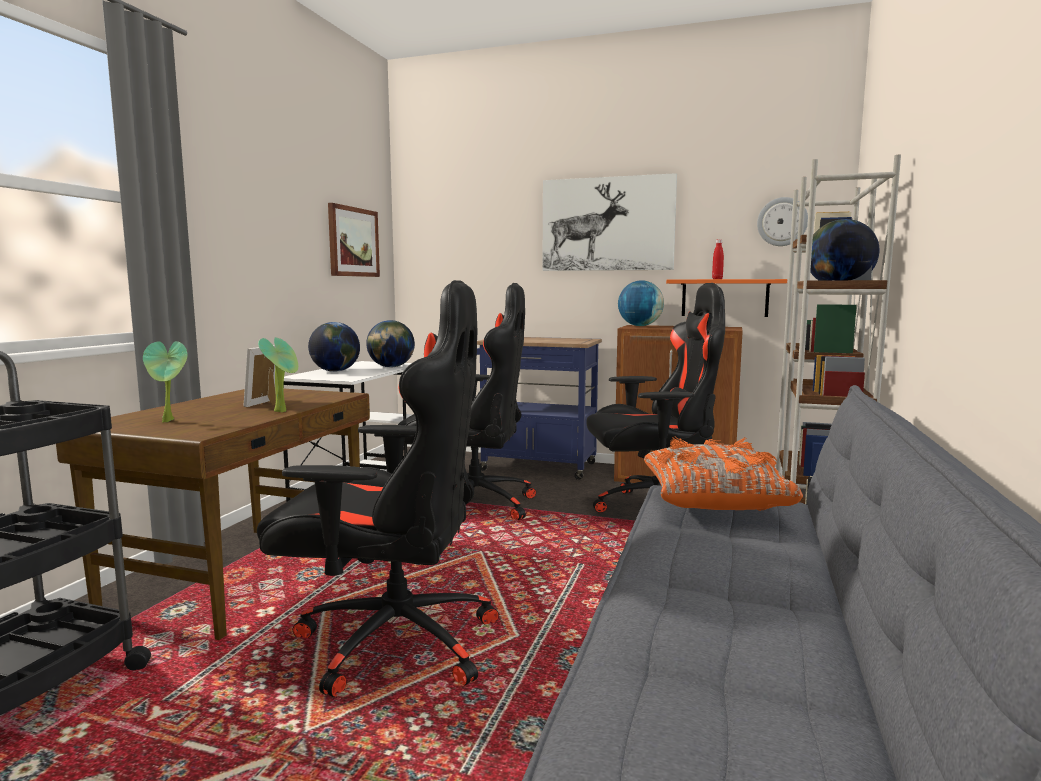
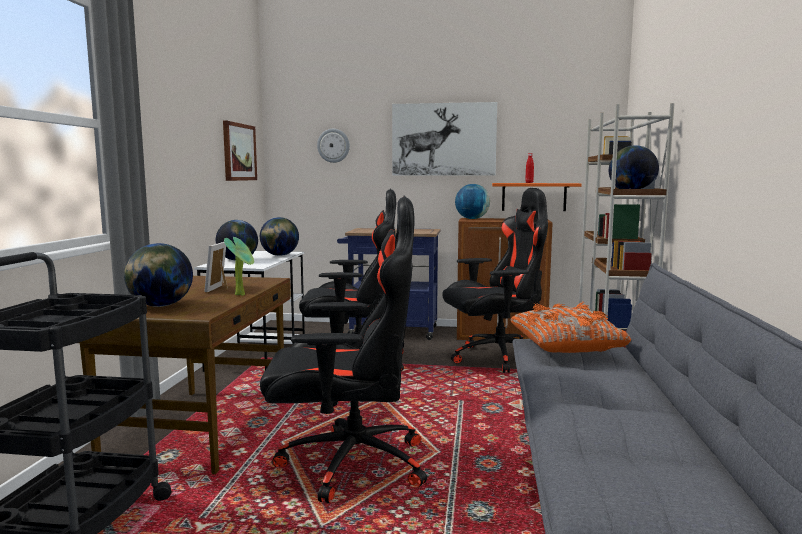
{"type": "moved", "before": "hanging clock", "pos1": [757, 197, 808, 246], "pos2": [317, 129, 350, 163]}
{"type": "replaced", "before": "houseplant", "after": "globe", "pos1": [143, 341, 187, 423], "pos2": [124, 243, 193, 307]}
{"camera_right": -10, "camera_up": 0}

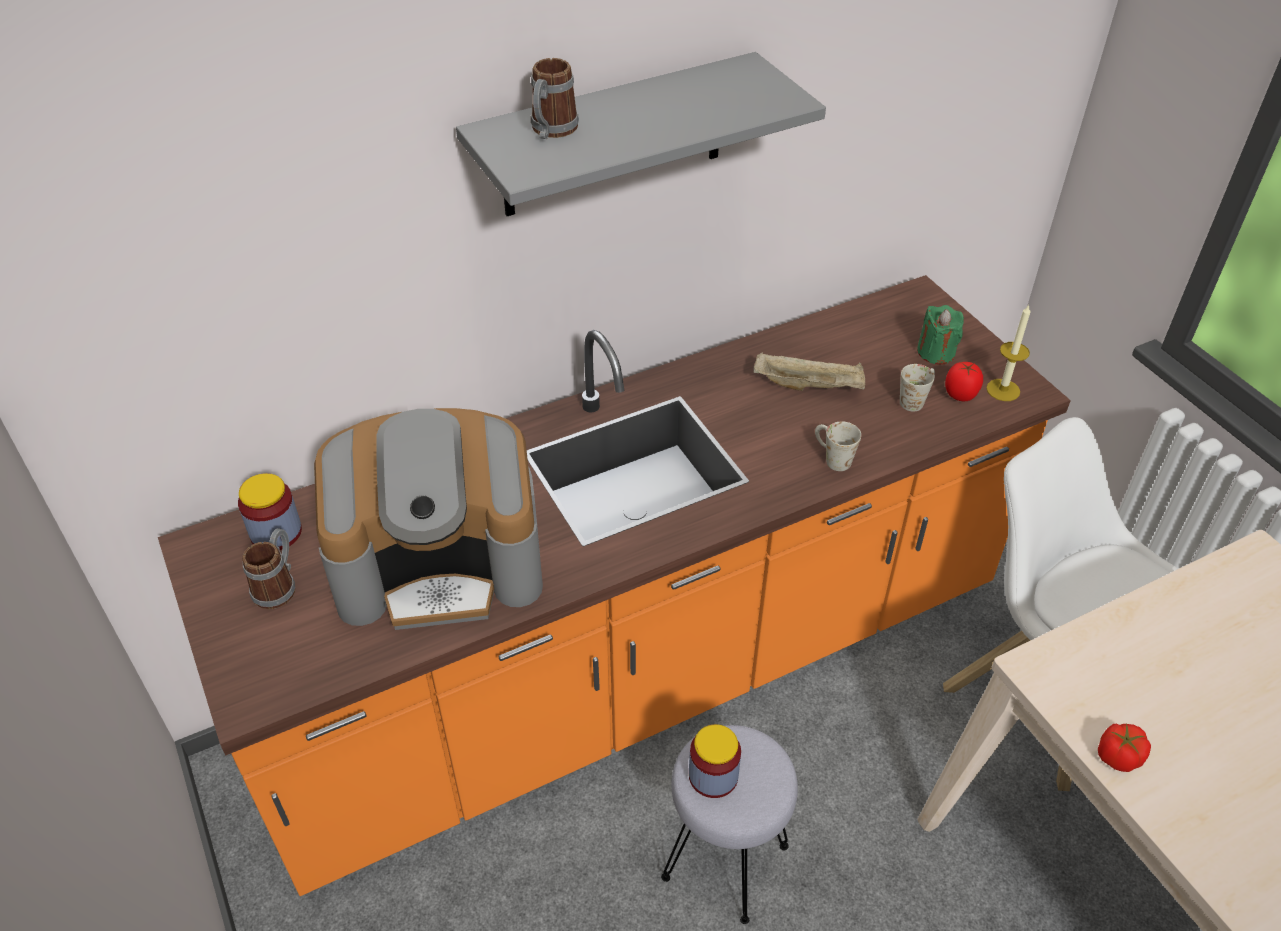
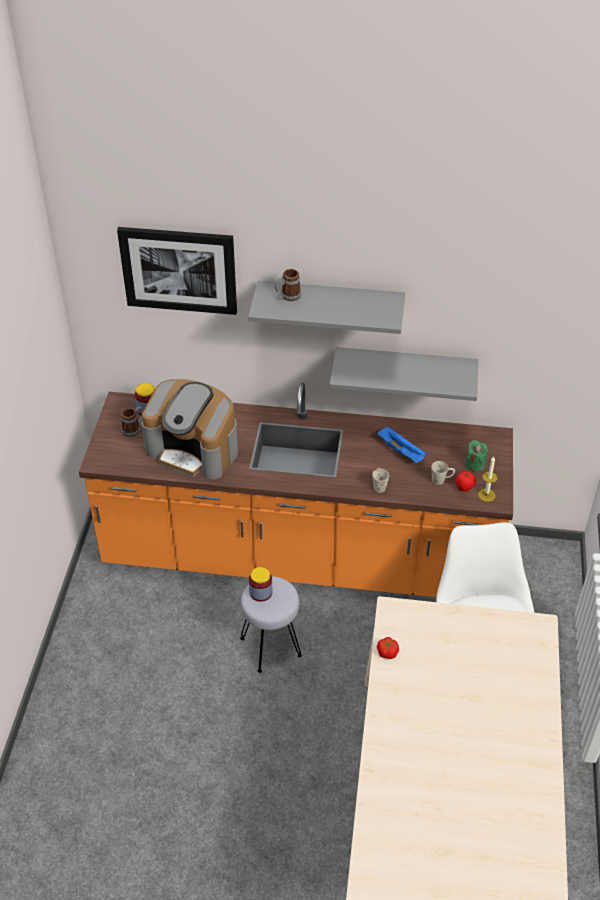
{"type": "recoloured", "before": "beige-coloured serving tray", "after": "blue serving tray", "pos1": [753, 352, 865, 391], "pos2": [377, 427, 426, 463]}
{"type": "added", "after": "wall art", "pos2": [117, 227, 237, 315]}
{"type": "added", "after": "gray wall shelf", "pos2": [330, 347, 478, 401]}
{"camera_right": 35, "camera_up": 0}

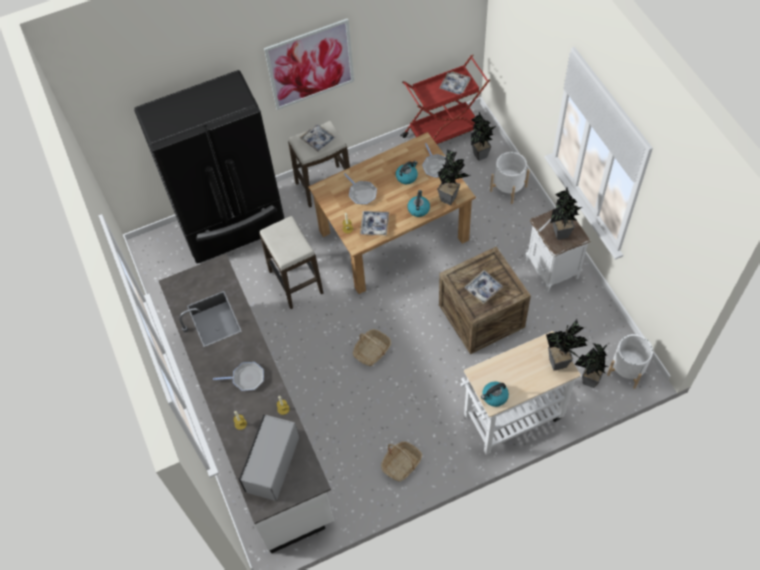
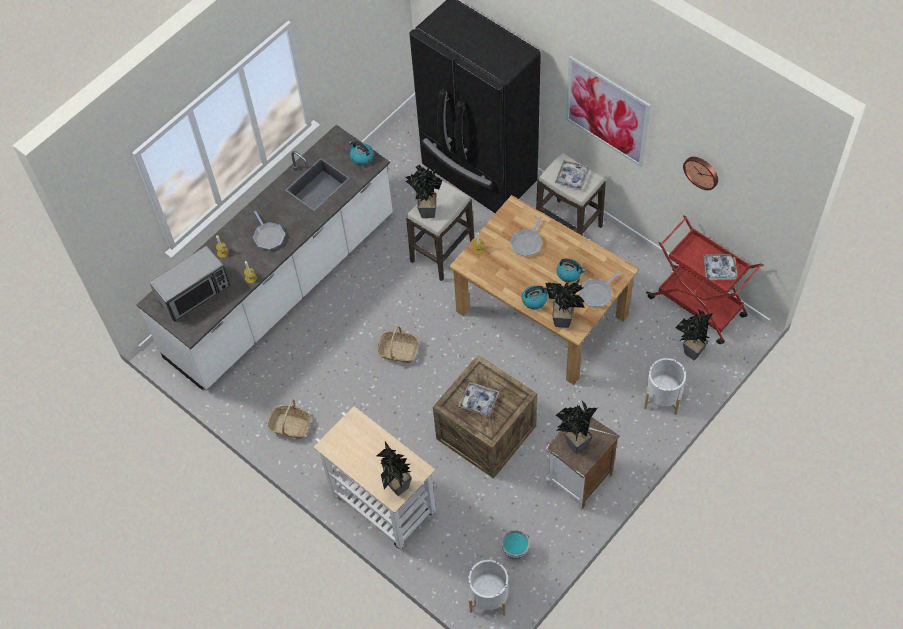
{"type": "removed", "before": "serving tray", "pos1": [360, 211, 389, 236]}
{"type": "moved", "before": "houseplant", "pos1": [574, 343, 609, 388], "pos2": [406, 165, 443, 218]}
{"type": "moved", "before": "kettle", "pos1": [481, 381, 509, 407], "pos2": [348, 141, 374, 166]}
{"type": "turned", "before": "kitchen microwave", "pos1": [239, 415, 299, 501], "pos2": [150, 246, 230, 321], "turn": 150}
{"type": "added", "after": "hanging clock", "pos2": [683, 157, 718, 190]}
{"type": "added", "after": "gray water bucket", "pos2": [501, 529, 530, 560]}
{"camera_right": 65, "camera_up": 0}

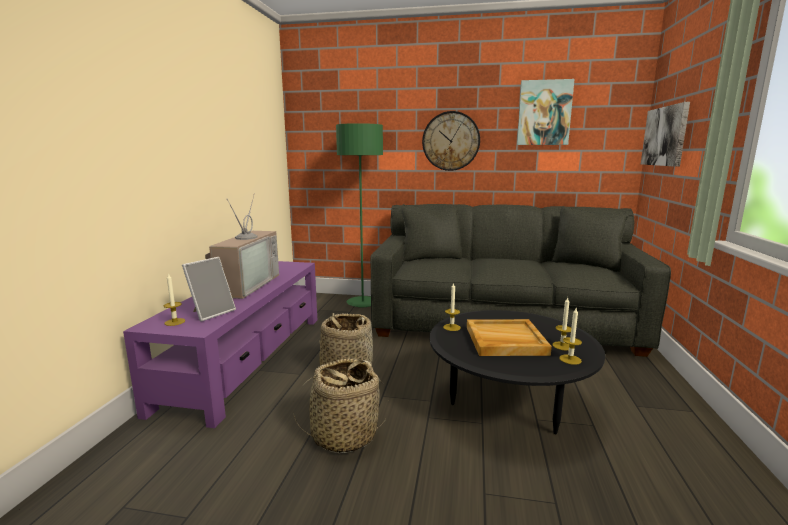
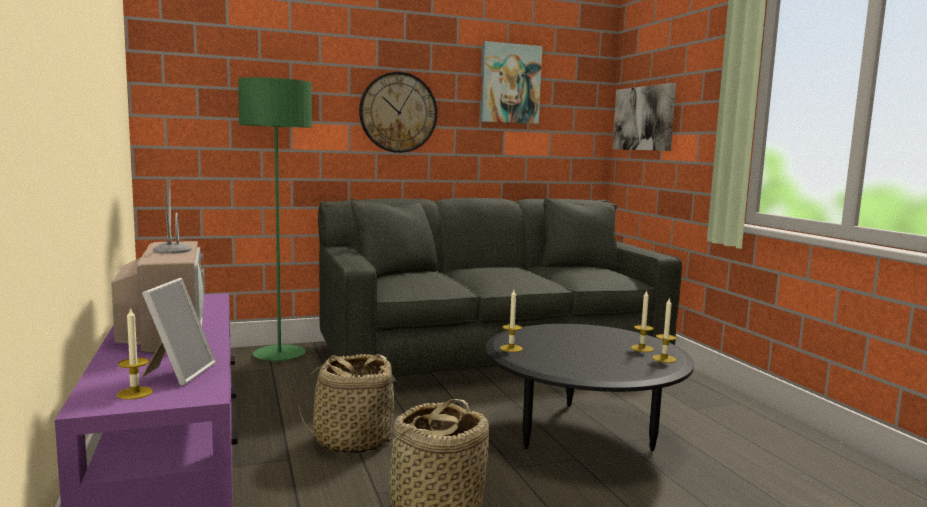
{"type": "removed", "before": "beige-coloured serving tray", "pos1": [467, 319, 552, 356]}
{"camera_right": -30, "camera_up": -5}

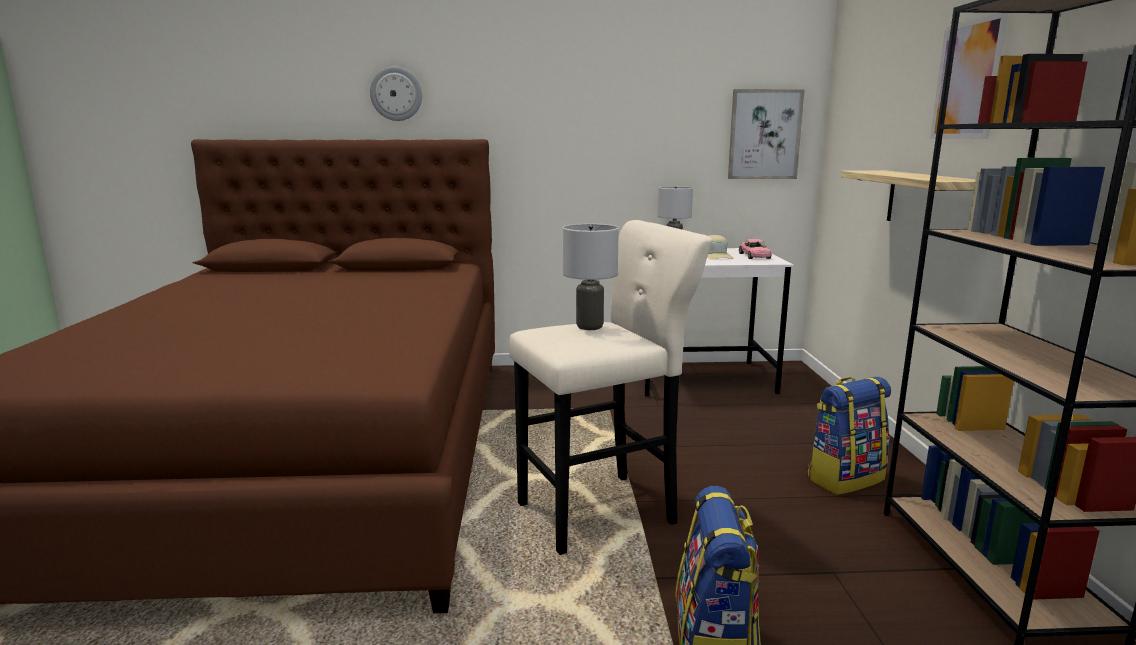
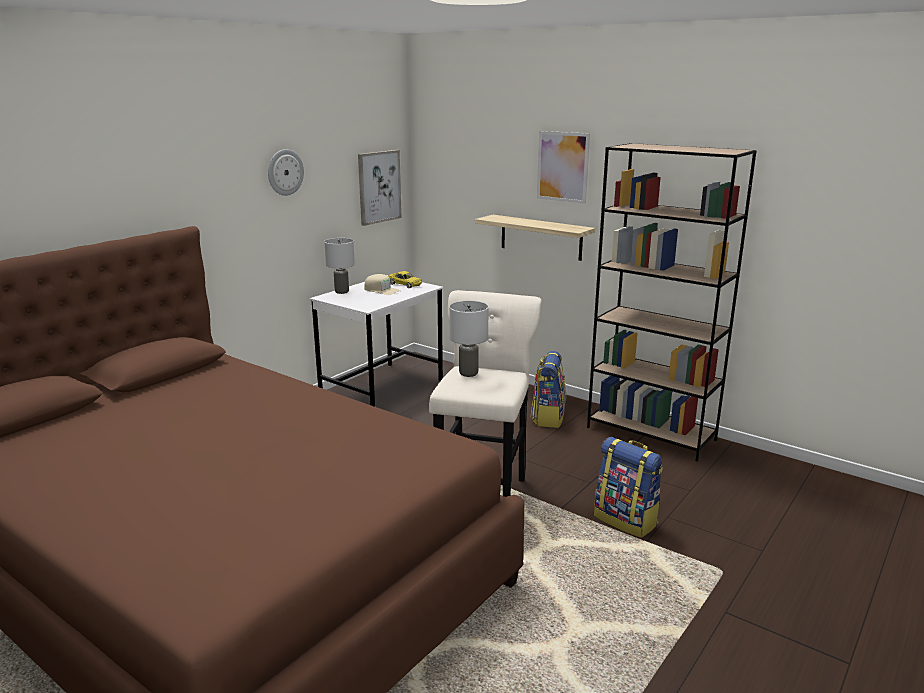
{"type": "moved", "before": "hanging clock", "pos1": [370, 67, 422, 121], "pos2": [268, 149, 304, 196]}
{"type": "recoloured", "before": "pink model car", "after": "yellow-coloured model car", "pos1": [739, 239, 771, 259], "pos2": [388, 271, 422, 288]}
{"camera_right": -50, "camera_up": 5}

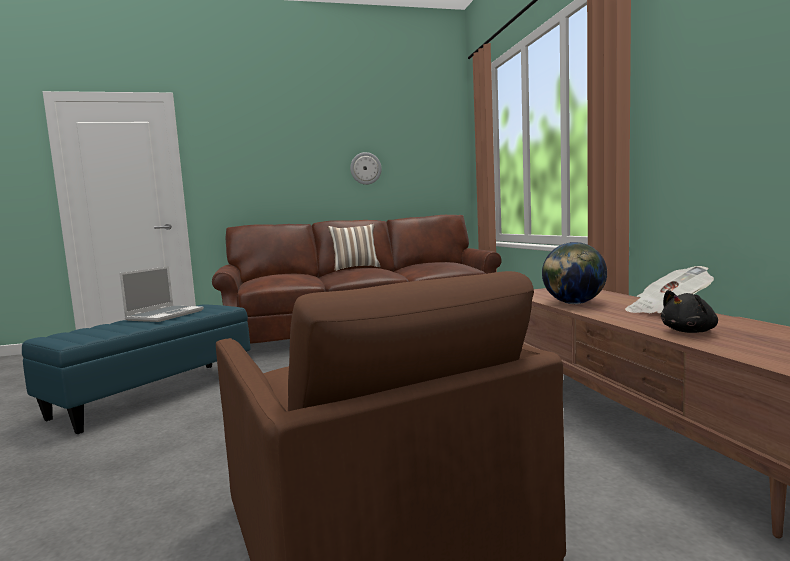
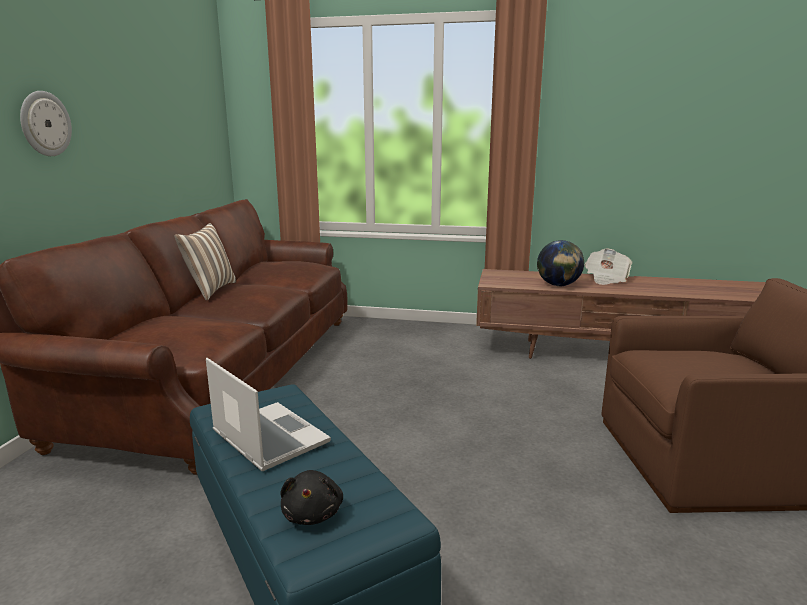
{"type": "moved", "before": "hanging clock", "pos1": [350, 152, 382, 185], "pos2": [20, 91, 72, 156]}
{"type": "moved", "before": "black-coloured plush toy", "pos1": [661, 290, 718, 333], "pos2": [281, 470, 343, 525]}
{"camera_right": -65, "camera_up": 10}

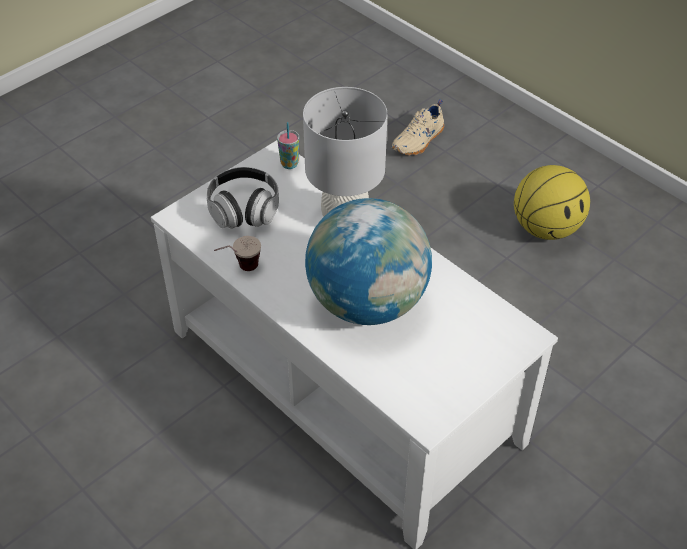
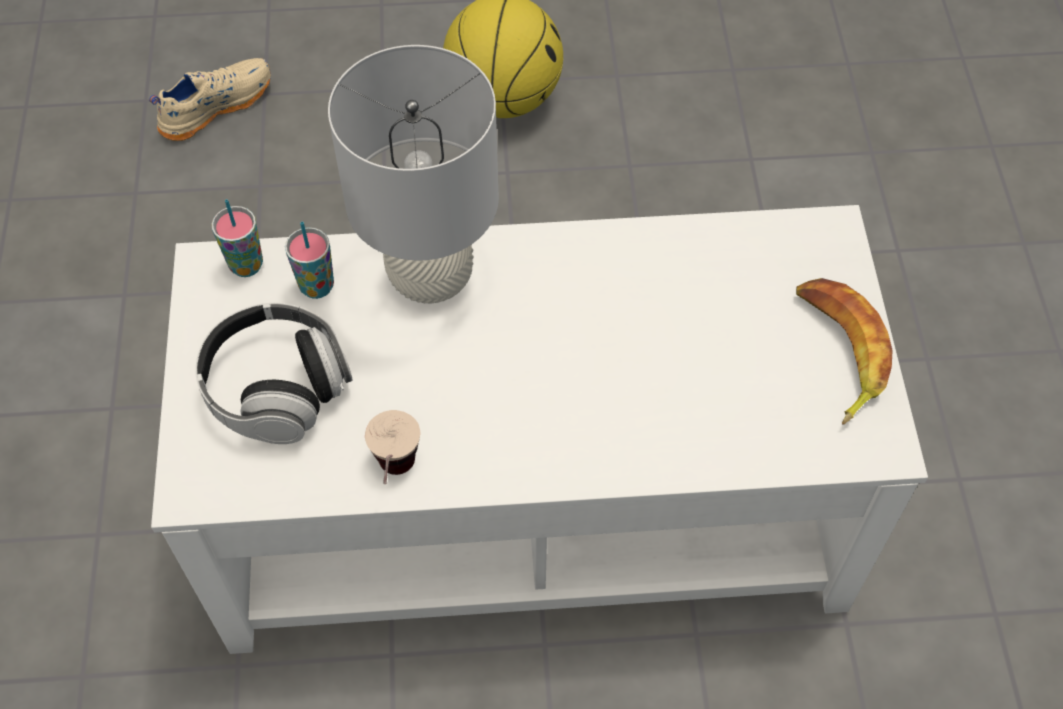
{"type": "turned", "before": "beige-coloured shoe", "pos1": [392, 100, 444, 155], "pos2": [149, 58, 271, 141], "turn": -120}
{"type": "removed", "before": "globe", "pos1": [305, 198, 432, 325]}
{"type": "added", "after": "small cup", "pos2": [285, 221, 334, 299]}
{"type": "added", "after": "banana", "pos2": [796, 278, 893, 425]}
{"camera_right": -50, "camera_up": 10}

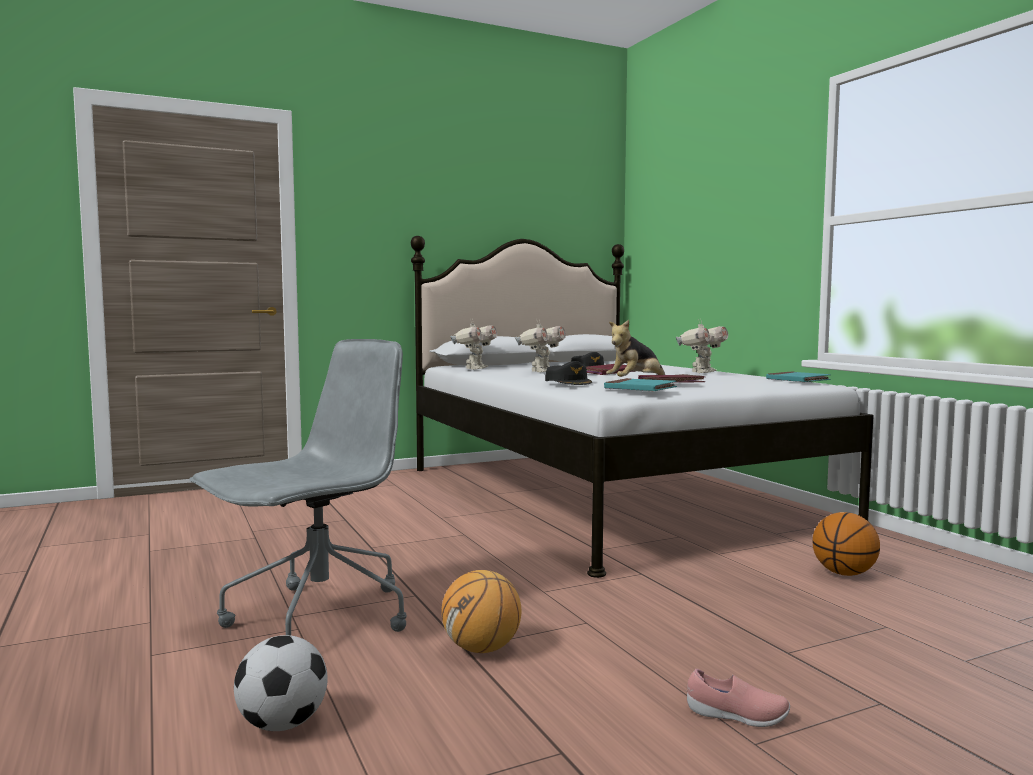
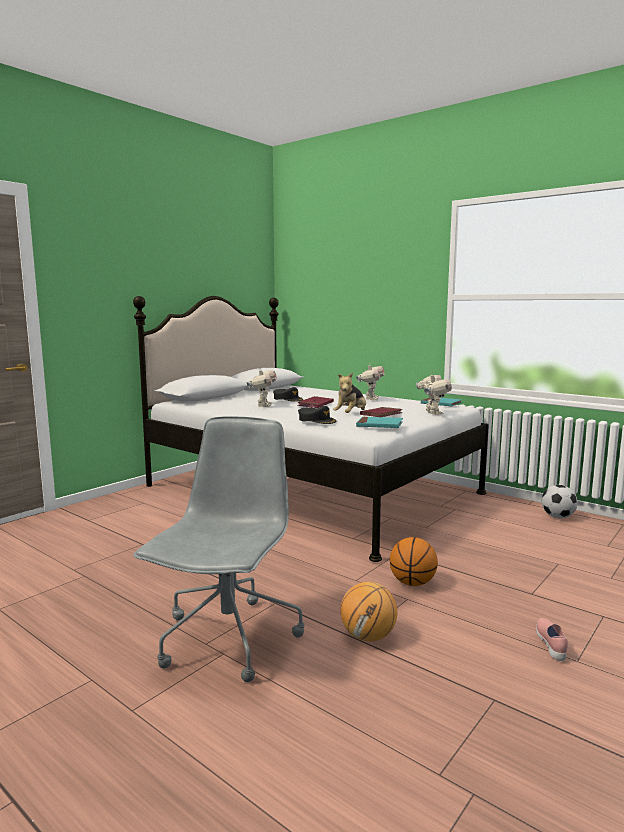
{"type": "moved", "before": "toy robot", "pos1": [450, 319, 497, 370], "pos2": [416, 372, 452, 415]}
{"type": "moved", "before": "basketball", "pos1": [812, 512, 880, 576], "pos2": [390, 537, 438, 586]}
{"type": "moved", "before": "football", "pos1": [234, 635, 328, 731], "pos2": [542, 485, 578, 518]}
{"type": "turned", "before": "pink shoe", "pos1": [687, 669, 790, 727], "pos2": [536, 618, 568, 661], "turn": -75}
{"camera_right": -25, "camera_up": 5}

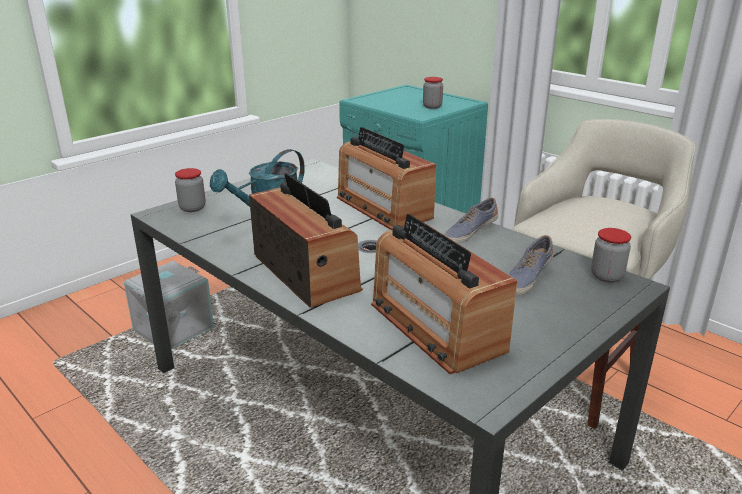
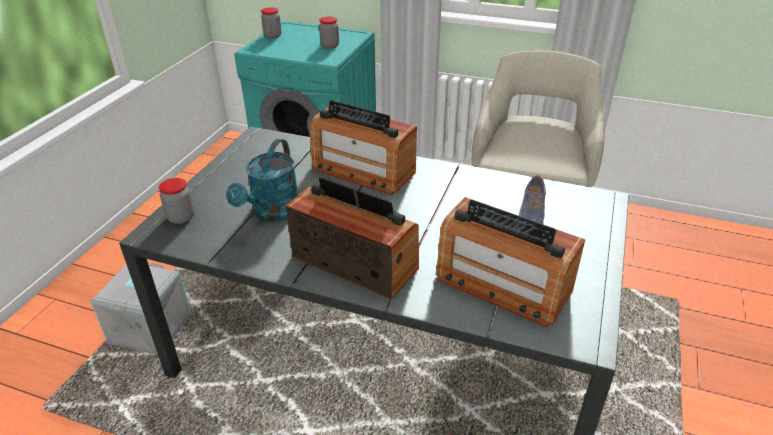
{"type": "removed", "before": "shoe", "pos1": [444, 197, 498, 244]}
{"type": "moved", "before": "preserve jar", "pos1": [591, 228, 631, 282], "pos2": [261, 7, 282, 39]}
{"camera_right": -25, "camera_up": 10}

